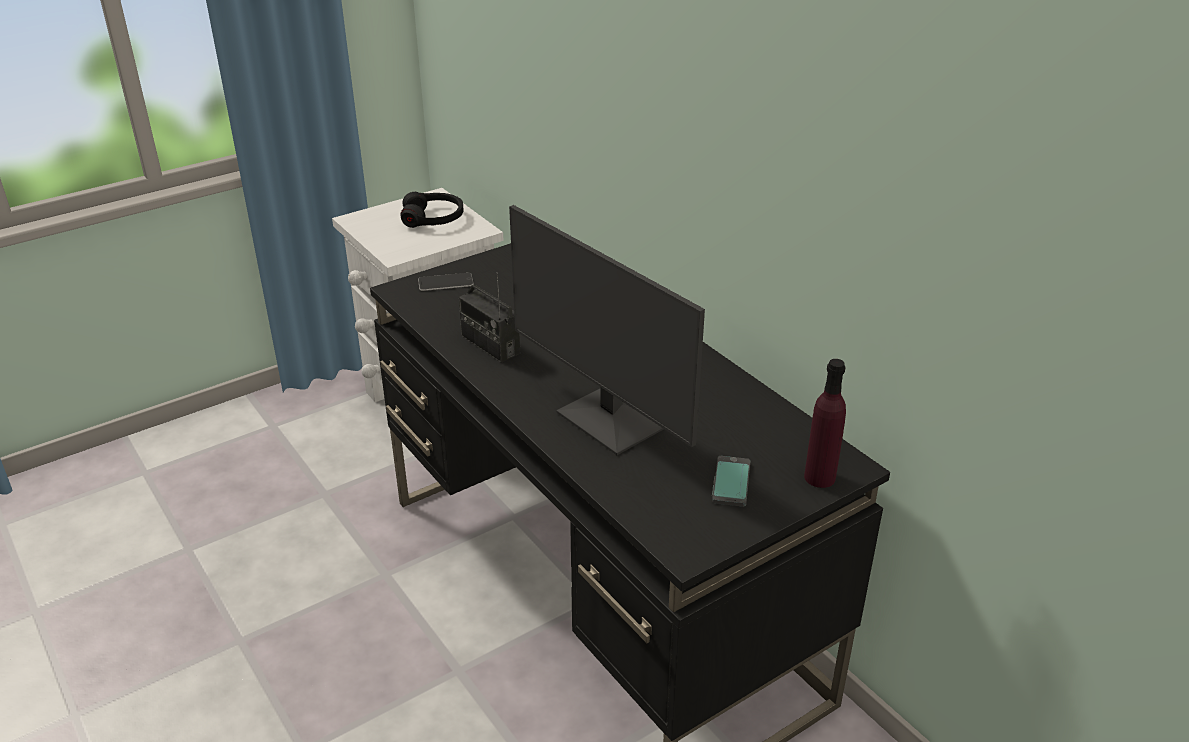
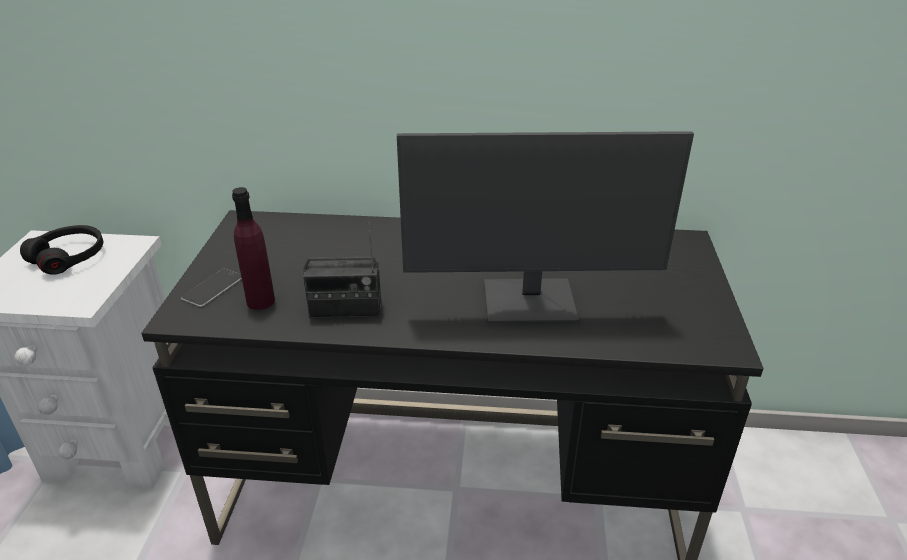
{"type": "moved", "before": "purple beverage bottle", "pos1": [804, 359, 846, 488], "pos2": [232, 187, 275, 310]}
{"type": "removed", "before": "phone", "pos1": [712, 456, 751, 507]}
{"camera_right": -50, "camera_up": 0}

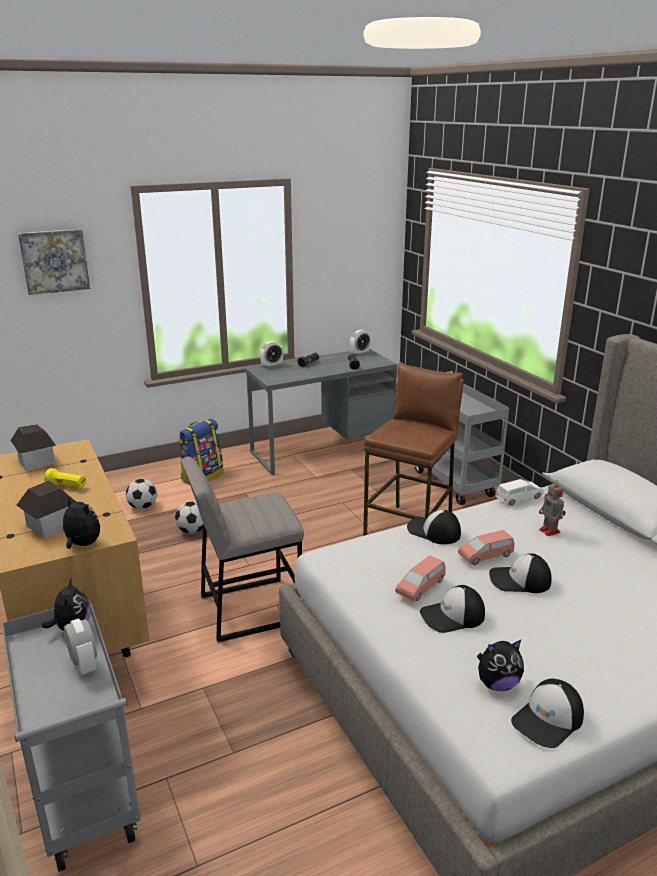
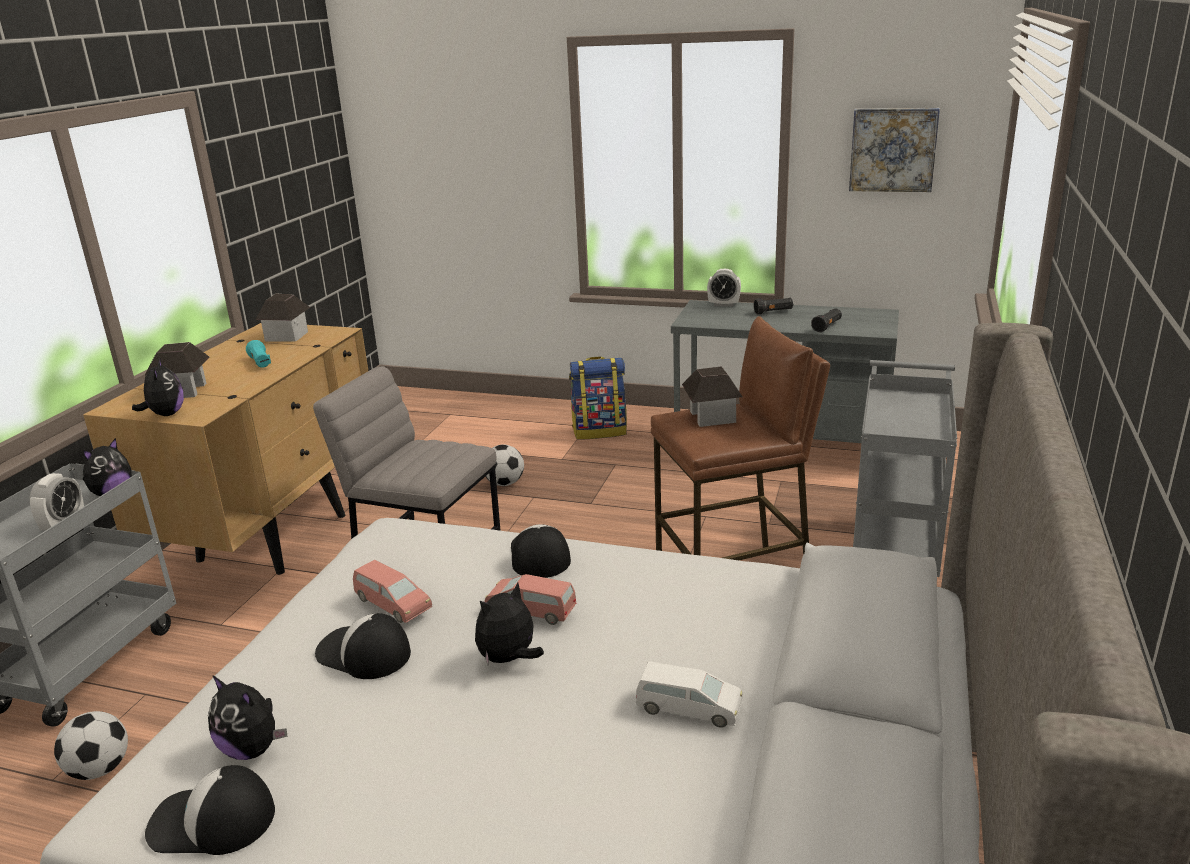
{"type": "moved", "before": "wall art", "pos1": [18, 229, 90, 295], "pos2": [849, 108, 940, 192]}
{"type": "removed", "before": "alarm clock", "pos1": [350, 330, 370, 355]}
{"type": "recoloured", "before": "yellow-coloured torch", "after": "turquoise torch", "pos1": [44, 468, 86, 488], "pos2": [246, 340, 271, 368]}
{"type": "moved", "before": "football", "pos1": [126, 479, 157, 509], "pos2": [54, 711, 128, 780]}
{"type": "moved", "before": "white-coloured model car", "pos1": [496, 479, 544, 506], "pos2": [636, 661, 743, 728]}
{"type": "removed", "before": "toy robot", "pos1": [539, 480, 566, 536]}
{"type": "replaced", "before": "baseball cap", "after": "plush toy", "pos1": [489, 553, 552, 593], "pos2": [475, 583, 544, 665]}
{"type": "turned", "before": "pink model car", "pos1": [395, 555, 446, 602], "pos2": [353, 560, 432, 623], "turn": -135}
{"type": "added", "after": "model house", "pos2": [682, 366, 742, 427]}
{"camera_right": 45, "camera_up": 0}

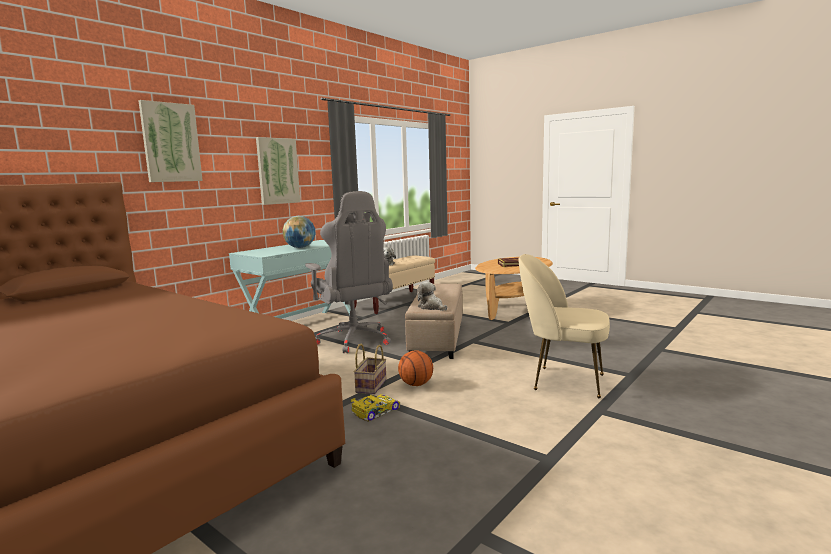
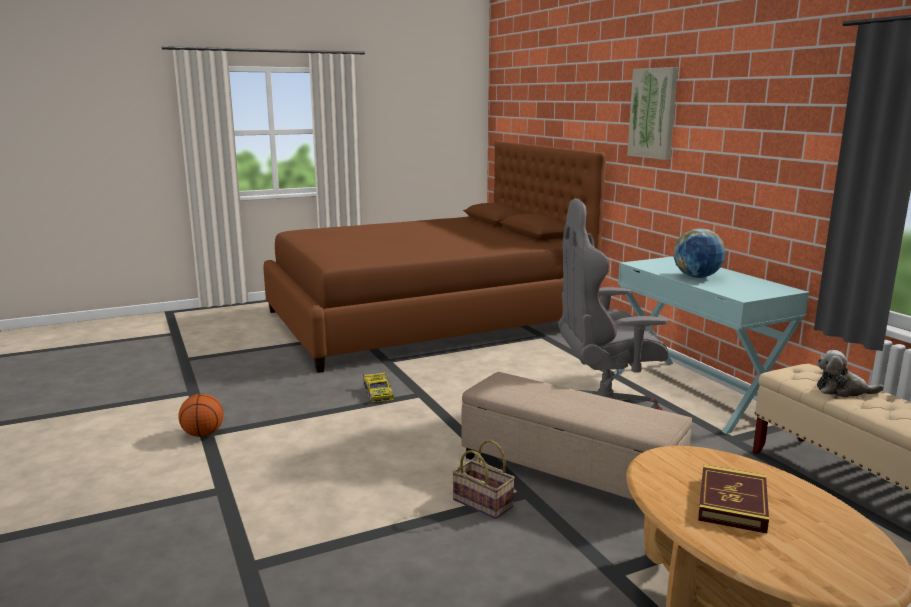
{"type": "removed", "before": "wall art", "pos1": [256, 137, 300, 205]}
{"type": "removed", "before": "beige-coloured upright chair", "pos1": [518, 254, 610, 398]}
{"type": "removed", "before": "plush toy", "pos1": [417, 282, 448, 311]}
{"type": "moved", "before": "basket", "pos1": [354, 344, 386, 394], "pos2": [452, 440, 515, 519]}
{"type": "moved", "before": "basketball", "pos1": [398, 350, 433, 386], "pos2": [178, 394, 224, 437]}
{"camera_right": 115, "camera_up": 5}

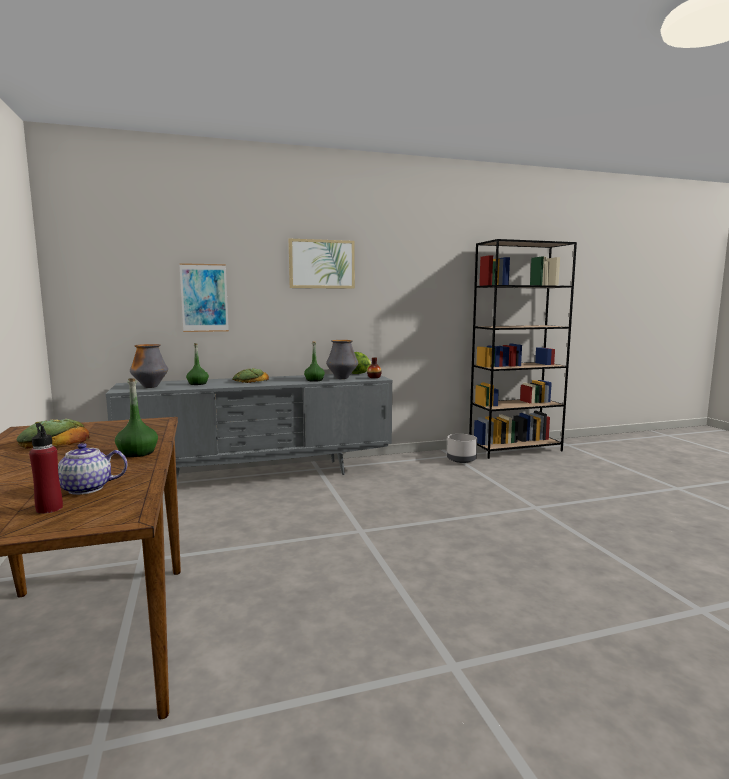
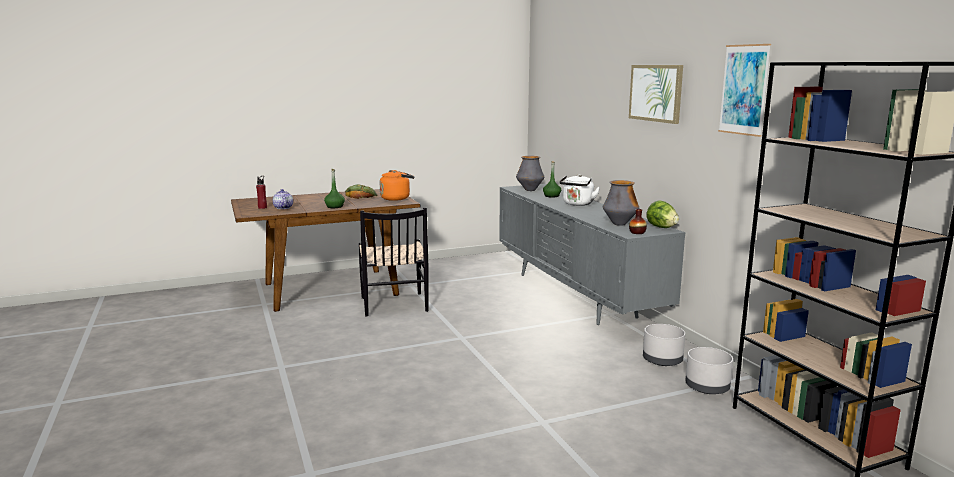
{"type": "moved", "before": "wall art", "pos1": [179, 263, 229, 332], "pos2": [718, 44, 771, 137]}
{"type": "removed", "before": "green-coloured beverage bottle", "pos1": [304, 341, 325, 382]}
{"type": "replaced", "before": "bakery bread", "after": "white-coloured kettle", "pos1": [232, 368, 269, 383], "pos2": [559, 174, 600, 206]}
{"type": "added", "after": "orange kettle", "pos2": [380, 170, 414, 201]}
{"type": "added", "after": "black-coloured upright chair", "pos2": [359, 207, 429, 317]}
{"type": "added", "after": "gray flower pot", "pos2": [643, 324, 685, 366]}
{"camera_right": 85, "camera_up": 5}

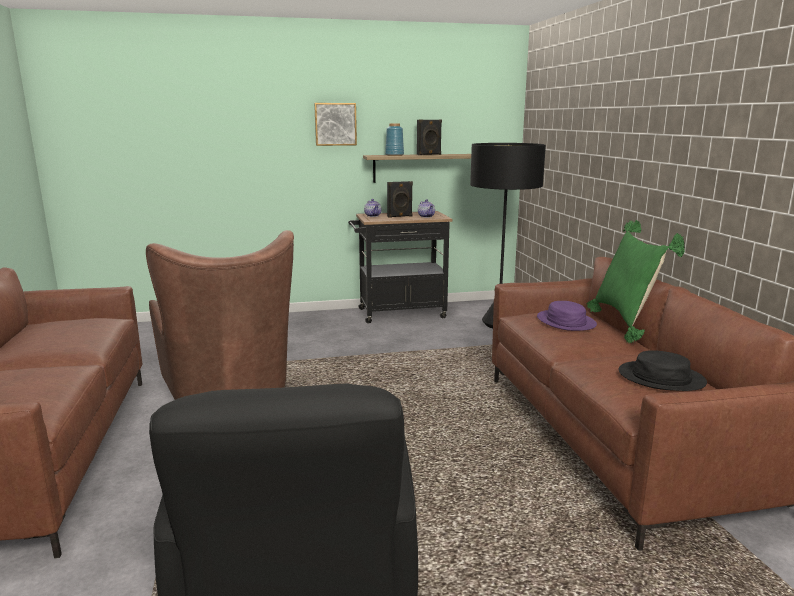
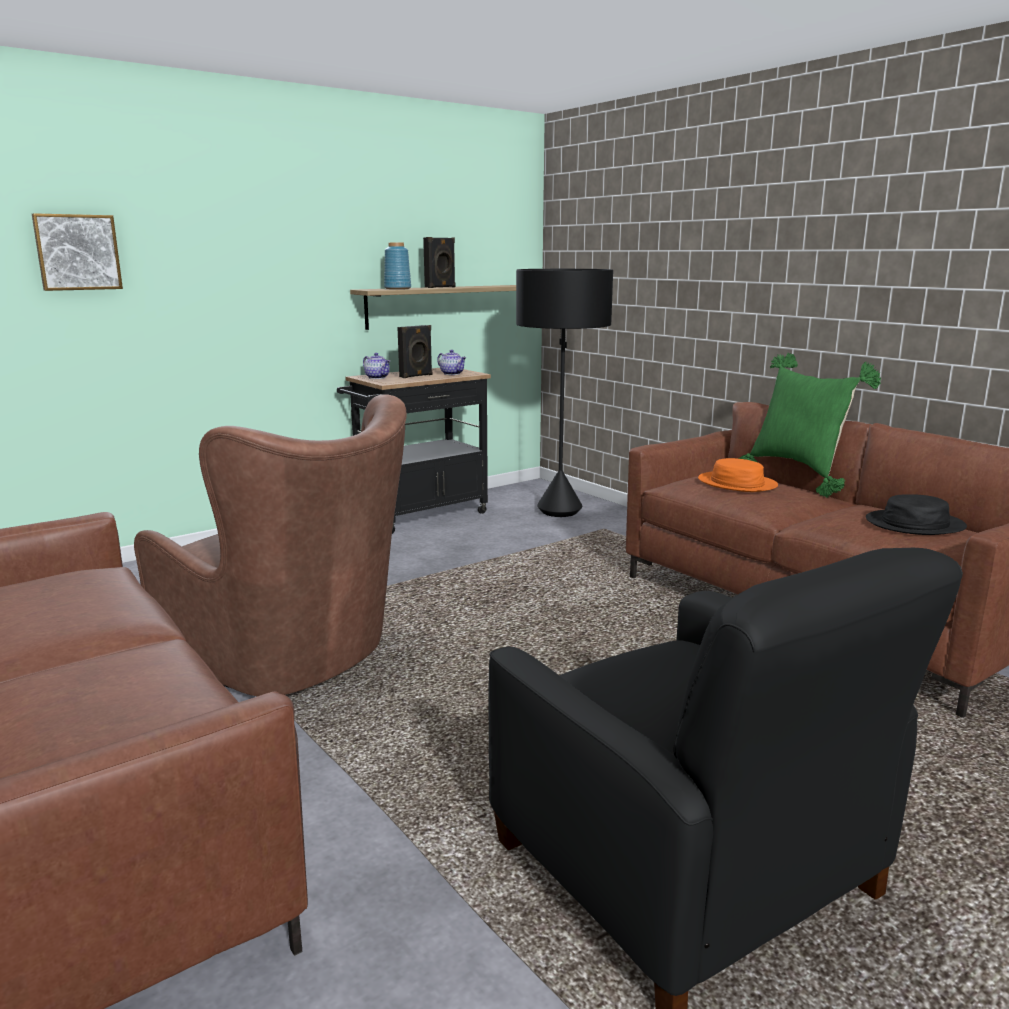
{"type": "moved", "before": "wall art", "pos1": [314, 103, 357, 146], "pos2": [32, 213, 123, 291]}
{"type": "recoloured", "before": "purple hat", "after": "orange hat", "pos1": [537, 301, 597, 331], "pos2": [698, 458, 778, 492]}
{"camera_right": -25, "camera_up": 0}

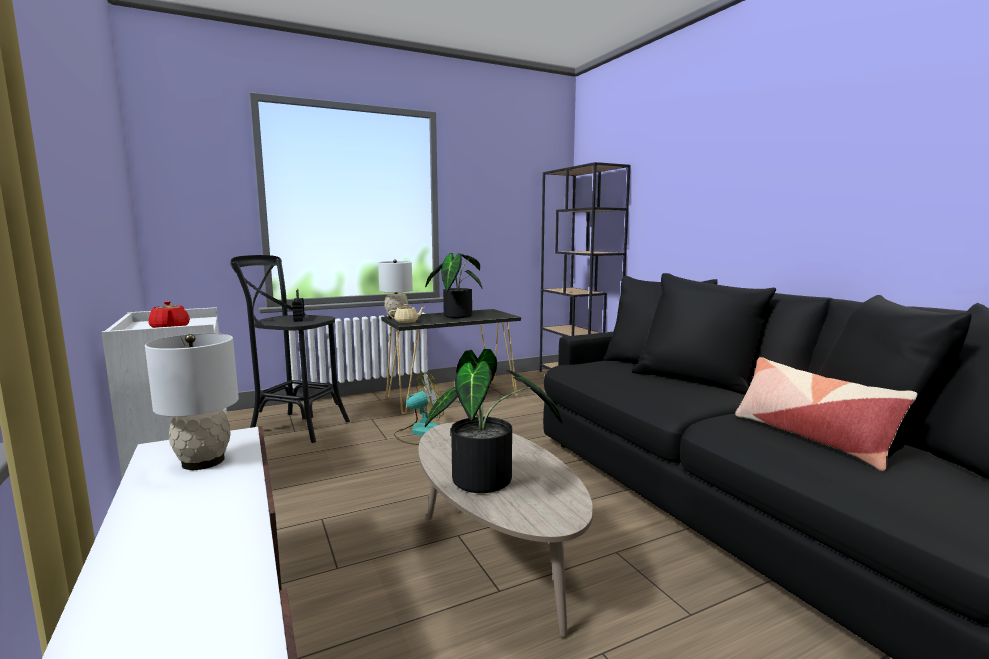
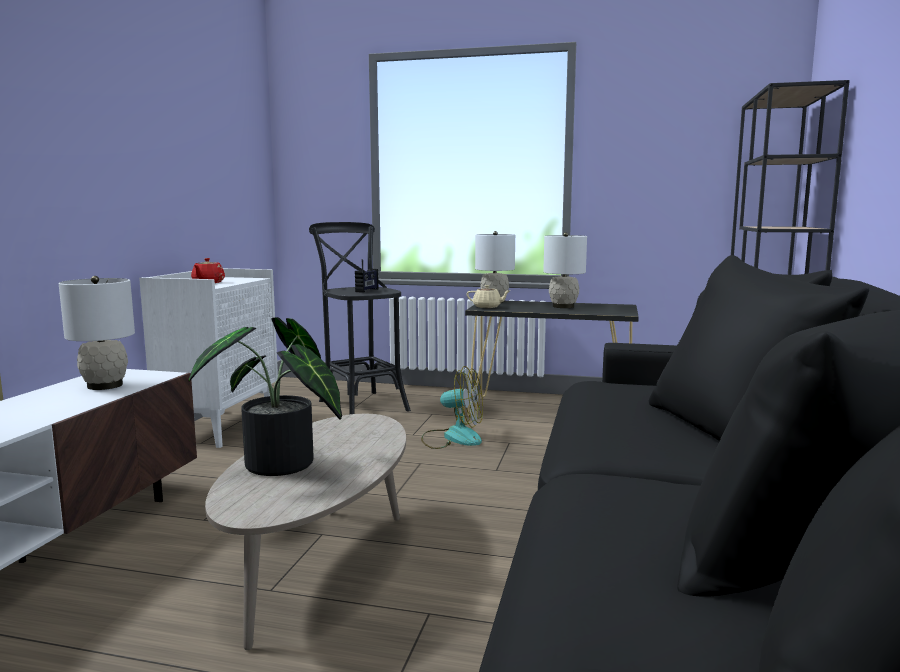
{"type": "replaced", "before": "houseplant", "after": "white-coloured table lamp", "pos1": [425, 253, 483, 318], "pos2": [543, 232, 587, 308]}
{"type": "removed", "before": "pillow", "pos1": [735, 357, 917, 471]}
{"camera_right": 40, "camera_up": 0}

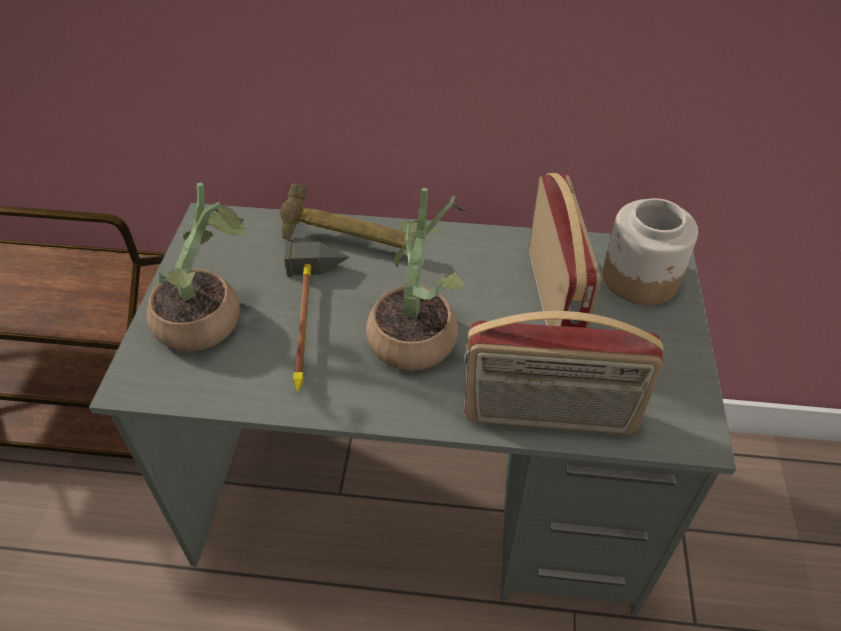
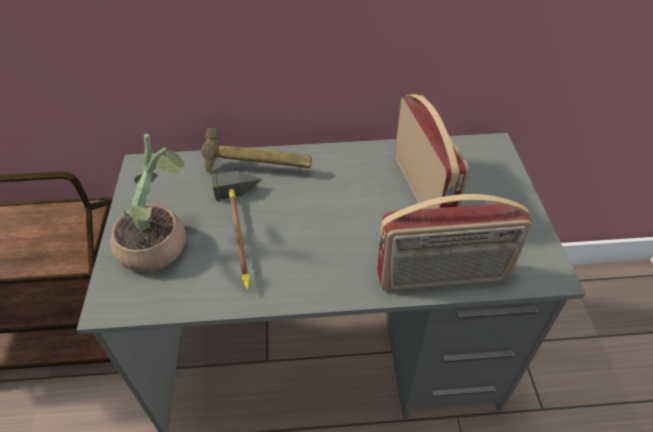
{"type": "removed", "before": "houseplant", "pos1": [366, 188, 472, 371]}
{"type": "removed", "before": "preserve jar", "pos1": [603, 198, 698, 305]}
{"camera_right": -10, "camera_up": 0}

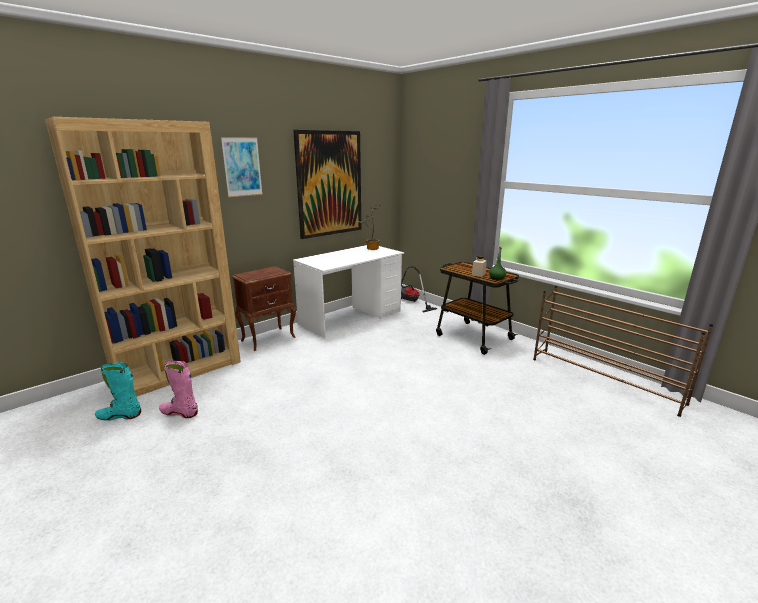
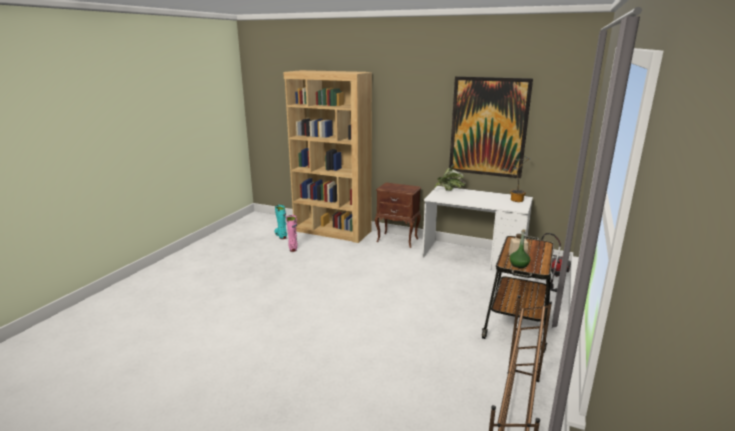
{"type": "removed", "before": "wall art", "pos1": [221, 137, 263, 197]}
{"type": "added", "after": "houseplant", "pos2": [433, 164, 466, 191]}
{"camera_right": 65, "camera_up": 0}

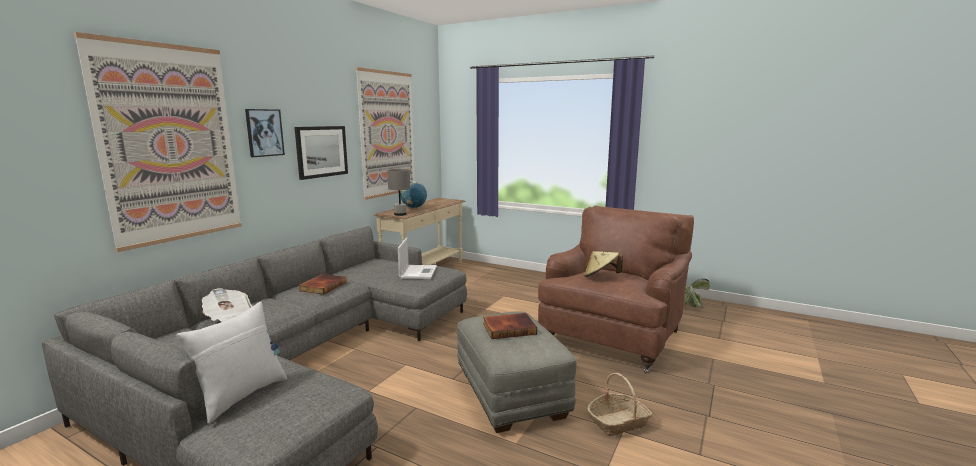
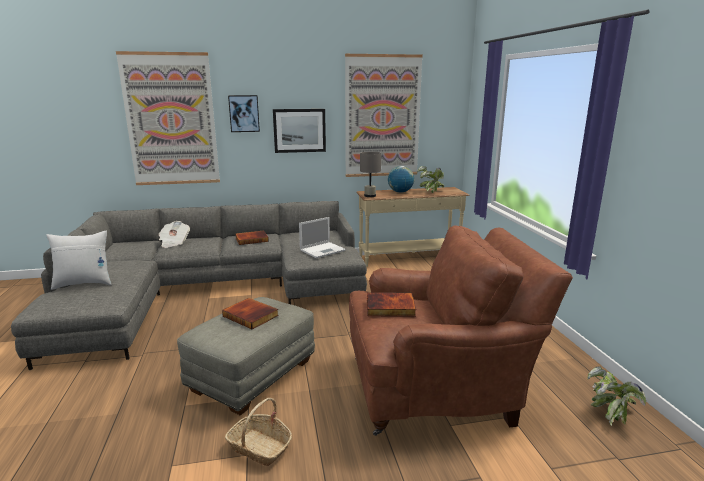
{"type": "replaced", "before": "beige-coloured hat", "after": "bound book", "pos1": [584, 251, 623, 277], "pos2": [367, 292, 416, 317]}
{"type": "added", "after": "houseplant", "pos2": [417, 166, 444, 193]}
{"camera_right": 50, "camera_up": 5}

